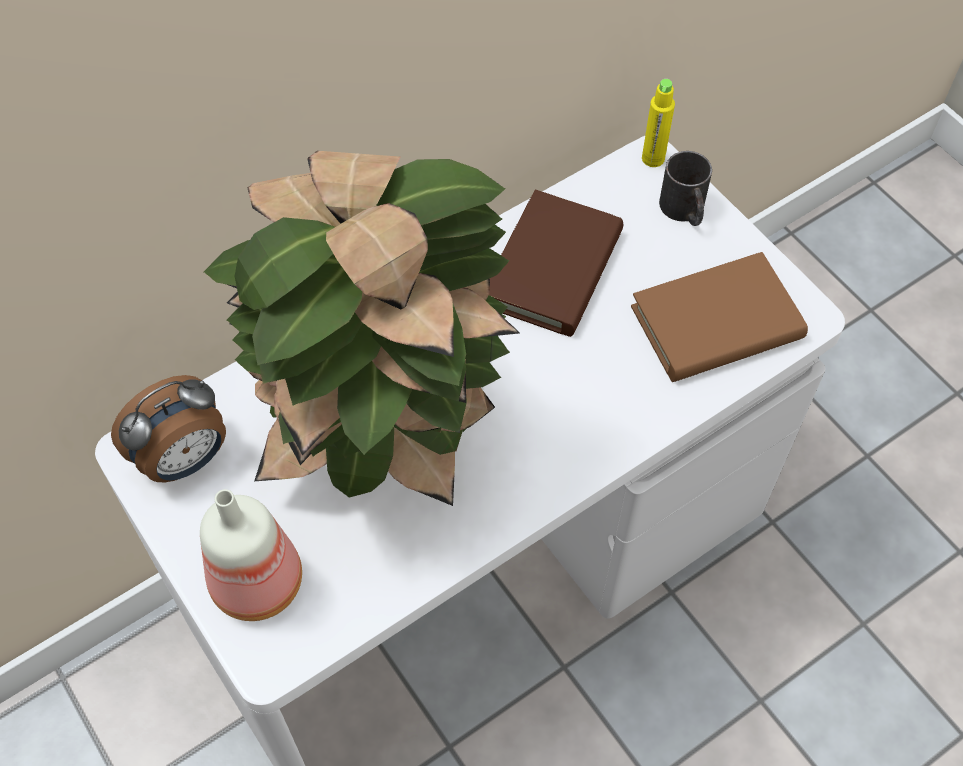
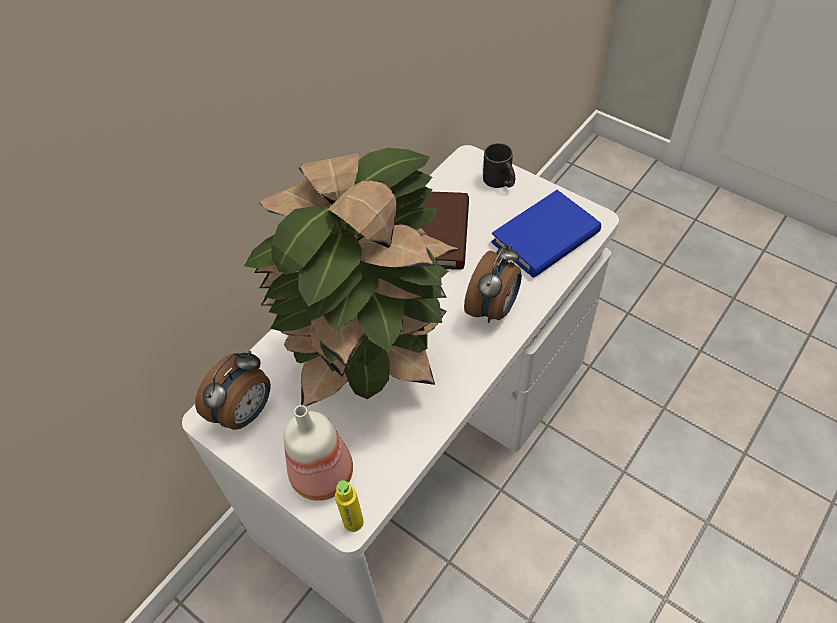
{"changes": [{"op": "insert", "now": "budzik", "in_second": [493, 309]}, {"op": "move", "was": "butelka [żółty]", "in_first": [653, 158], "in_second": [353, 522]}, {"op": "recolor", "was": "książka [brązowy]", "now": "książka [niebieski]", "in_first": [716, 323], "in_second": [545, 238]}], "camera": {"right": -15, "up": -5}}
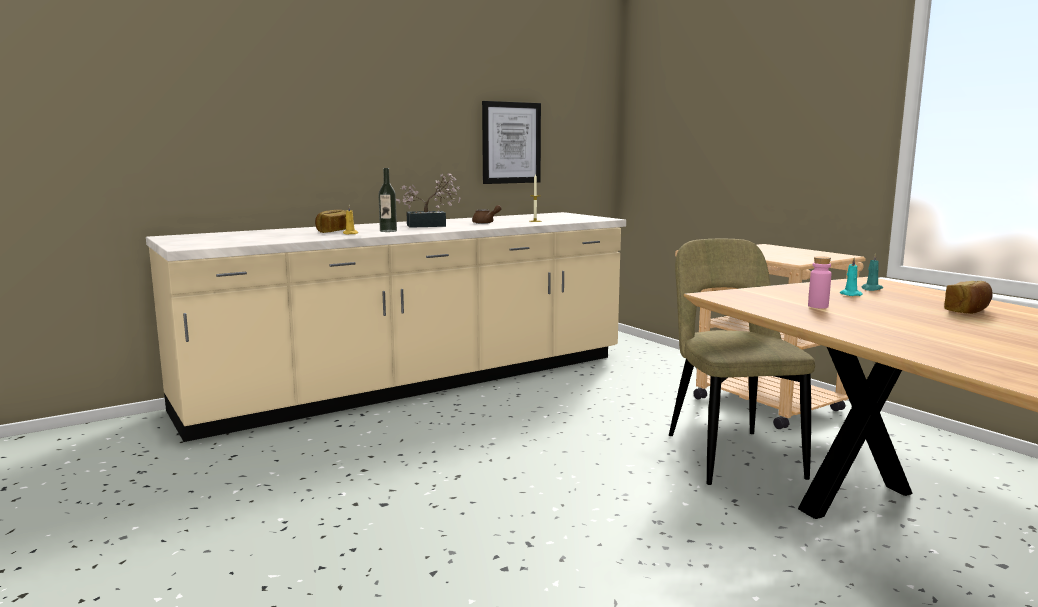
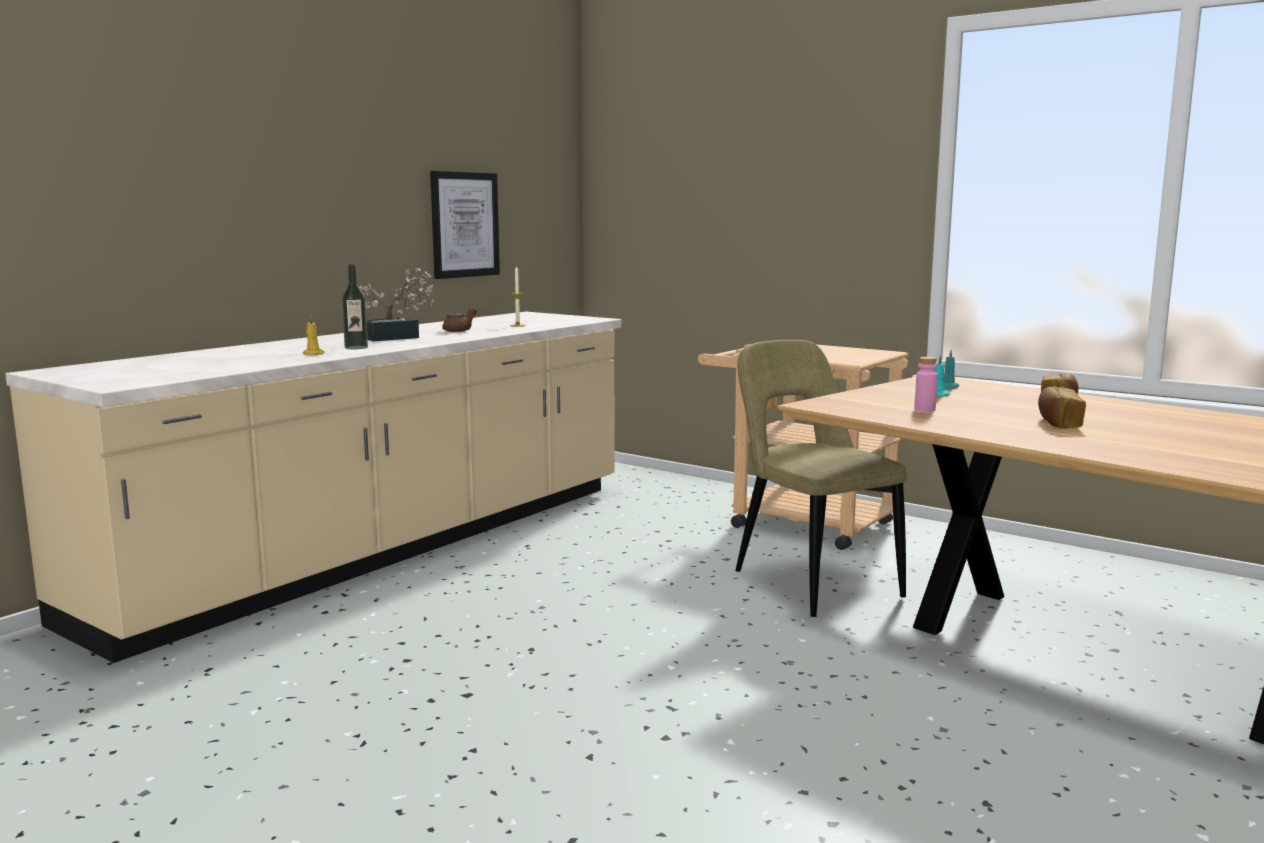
{"changes": [{"op": "move", "was": "chleb", "in_first": [334, 231], "in_second": [1058, 423]}], "camera": {"right": -20, "up": 0}}
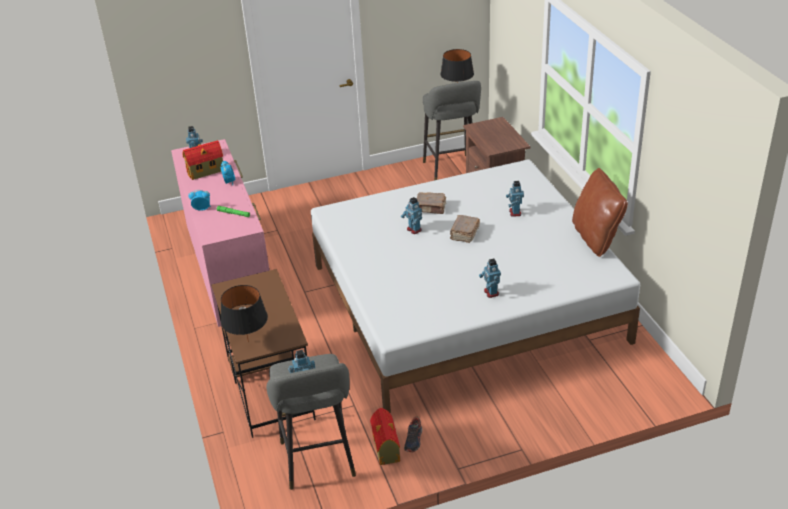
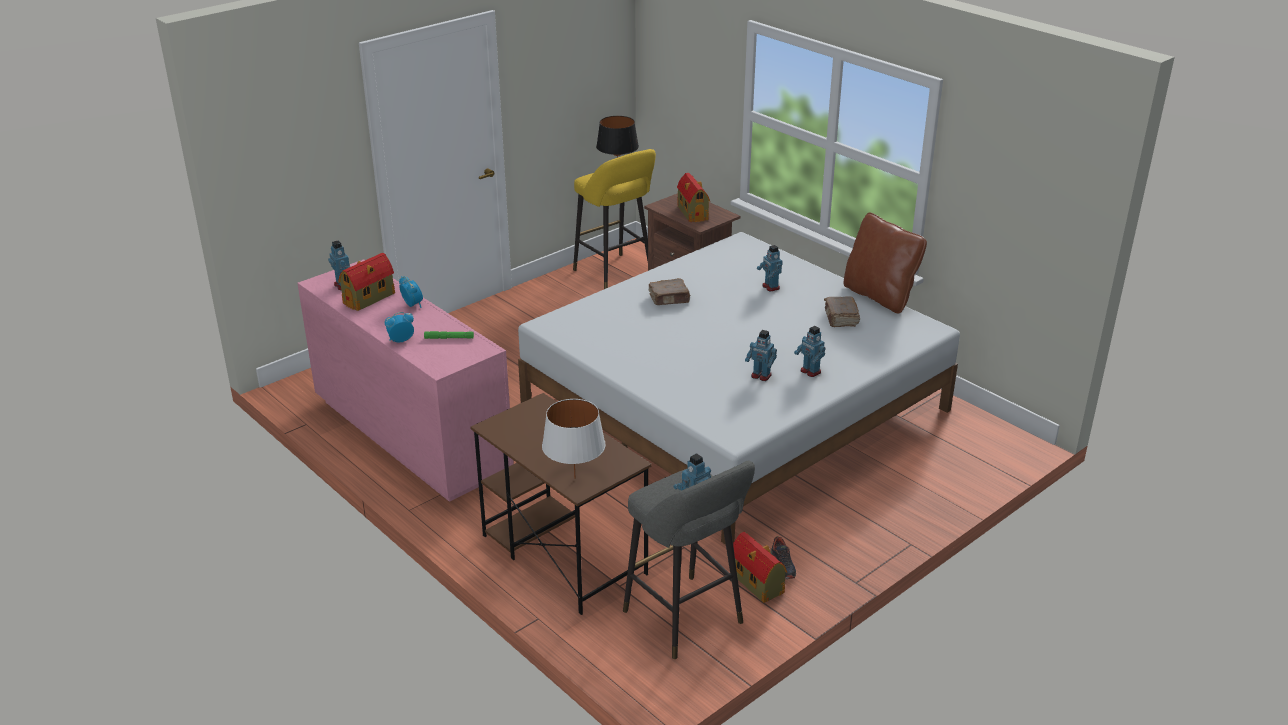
{"changes": [{"op": "insert", "now": "domek", "in_second": [692, 212]}, {"op": "move", "was": "robot zabawkowy", "in_first": [413, 230], "in_second": [761, 376]}, {"op": "move", "was": "książka [brązowy]", "in_first": [464, 234], "in_second": [840, 318]}, {"op": "recolor", "was": "lampa stołowa [czarny]", "now": "lampa stołowa [biały]", "in_first": [248, 342], "in_second": [575, 478]}, {"op": "recolor", "was": "stołek [szary]", "now": "stołek [żółty]", "in_first": [452, 171], "in_second": [616, 274]}], "camera": {"right": -25, "up": -5}}
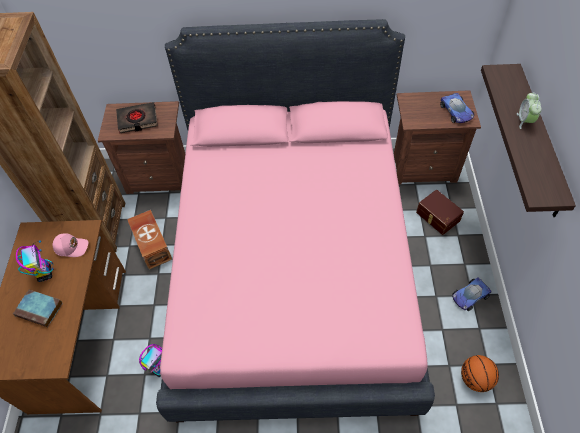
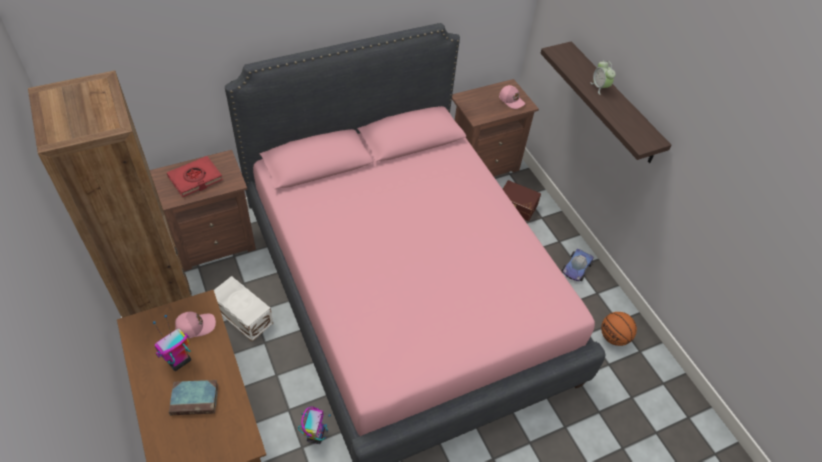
{"changes": [{"op": "replace", "was": "samochodzik", "now": "czapka z daszkiem [różowy]", "in_first": [456, 112], "in_second": [511, 100]}, {"op": "recolor", "was": "książka [czarny]", "now": "książka [czerwony]", "in_first": [137, 120], "in_second": [195, 179]}, {"op": "recolor", "was": "pojemnik do przechowywania [brązowy]", "now": "pojemnik do przechowywania [biały]", "in_first": [153, 244], "in_second": [243, 315]}, {"op": "rotate", "was": "robot zabawkowy", "in_first": [45, 273], "in_second": [179, 361], "clockwise": -90}], "camera": {"right": -30, "up": -5}}
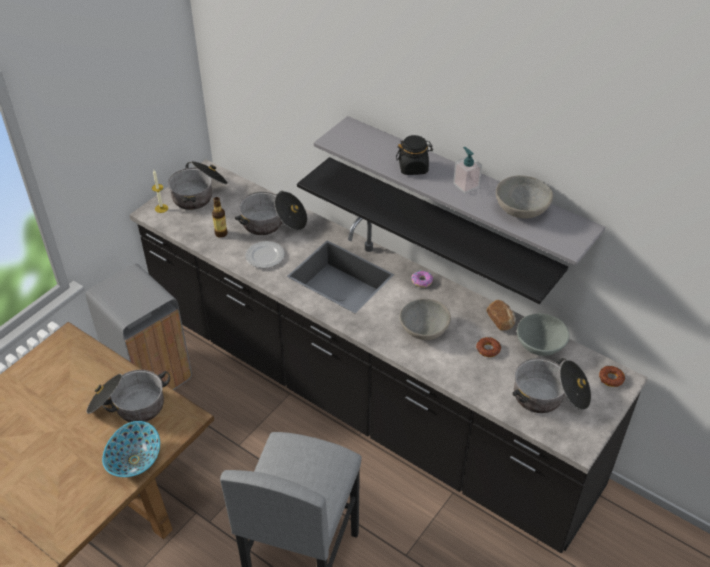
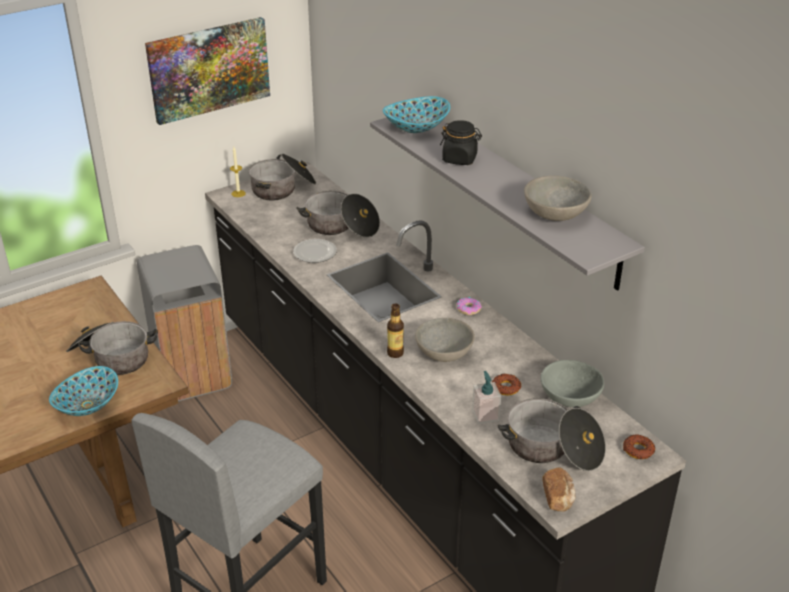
{"changes": [{"op": "delete", "was": "półka [czarny]", "in_first": [439, 226]}, {"op": "insert", "now": "obraz", "in_second": [209, 69]}, {"op": "insert", "now": "miska", "in_second": [416, 128]}, {"op": "move", "was": "butelka", "in_first": [221, 233], "in_second": [395, 353]}, {"op": "move", "was": "dozownik mydła", "in_first": [466, 185], "in_second": [485, 415]}, {"op": "move", "was": "chleb", "in_first": [501, 320], "in_second": [558, 497]}], "camera": {"right": 20, "up": -10}}
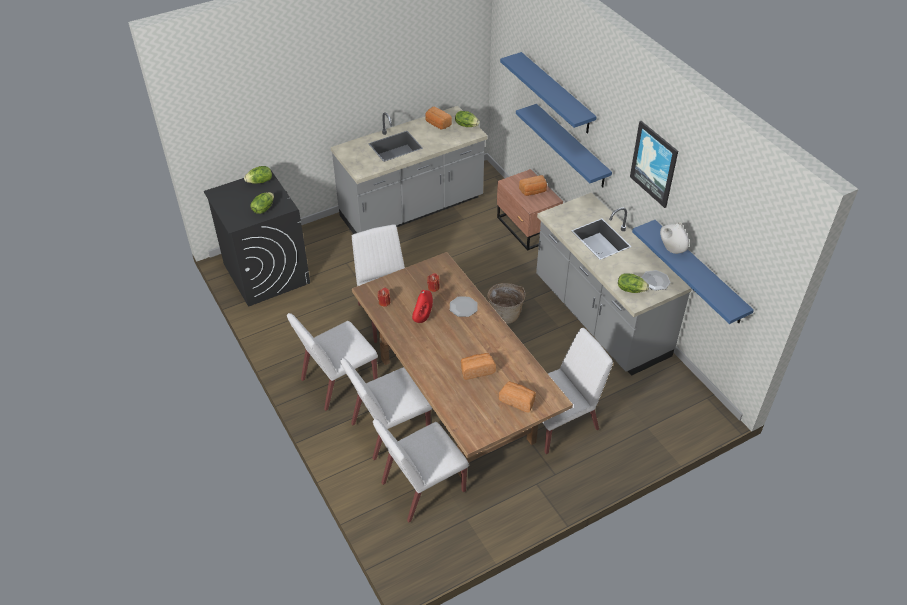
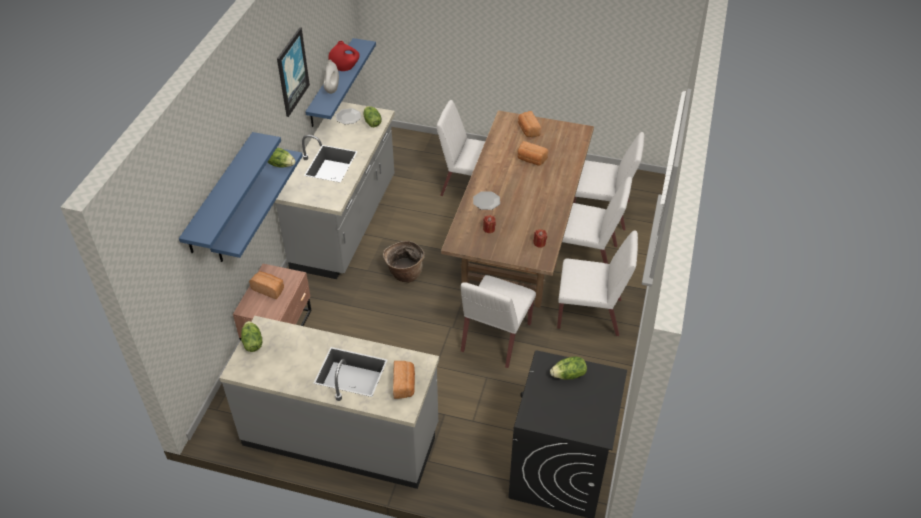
{"changes": [{"op": "move", "was": "sałata", "in_first": [260, 181], "in_second": [280, 164]}, {"op": "move", "was": "wazon [czerwony]", "in_first": [422, 317], "in_second": [345, 68]}, {"op": "move", "was": "chleb", "in_first": [437, 124], "in_second": [404, 385]}], "camera": {"right": -135, "up": 0}}
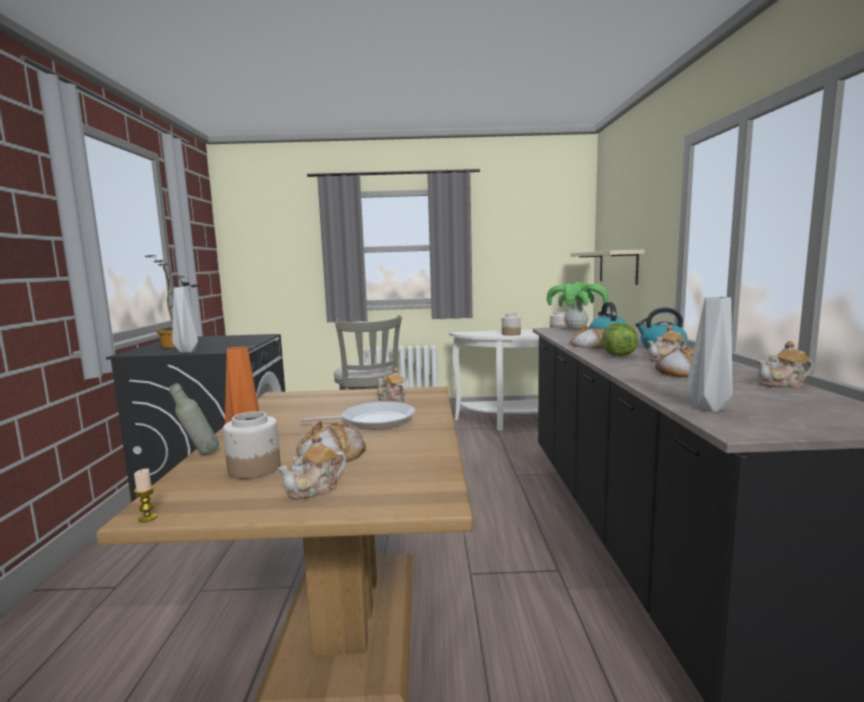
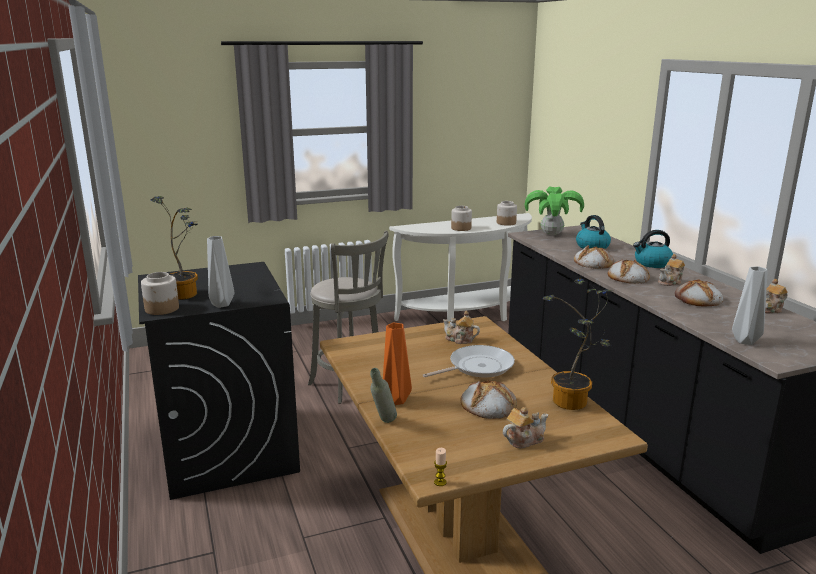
{"changes": [{"op": "delete", "was": "półka [beżowy]", "in_first": [618, 267]}, {"op": "insert", "now": "roślina doniczkowa", "in_second": [572, 404]}, {"op": "move", "was": "słoik", "in_first": [255, 468], "in_second": [162, 308]}, {"op": "replace", "was": "sałata", "now": "chleb", "in_first": [617, 354], "in_second": [628, 277]}, {"op": "rotate", "was": "imbryk", "in_first": [315, 489], "in_second": [524, 440], "clockwise": -150}], "camera": {"right": -20, "up": 10}}
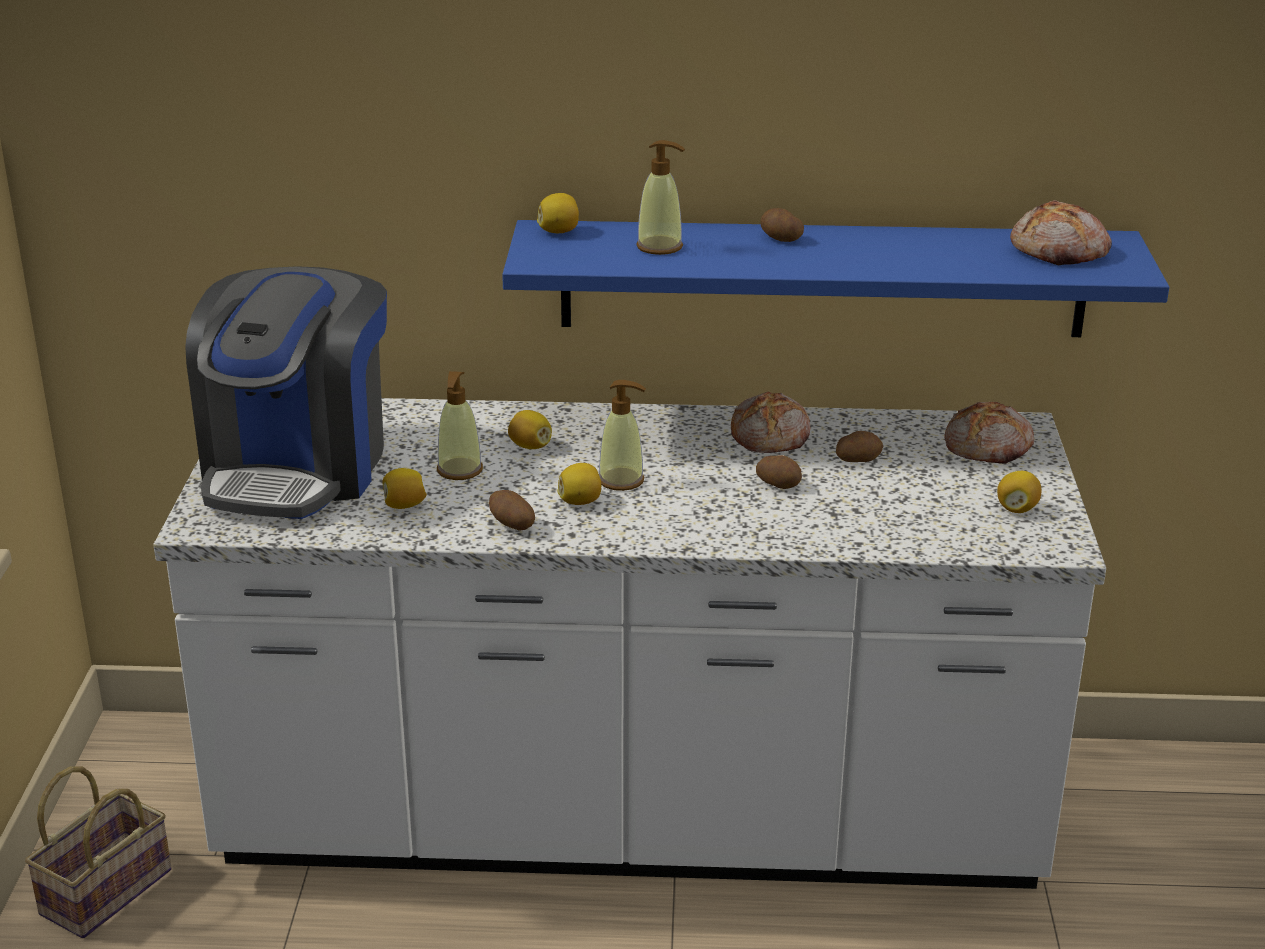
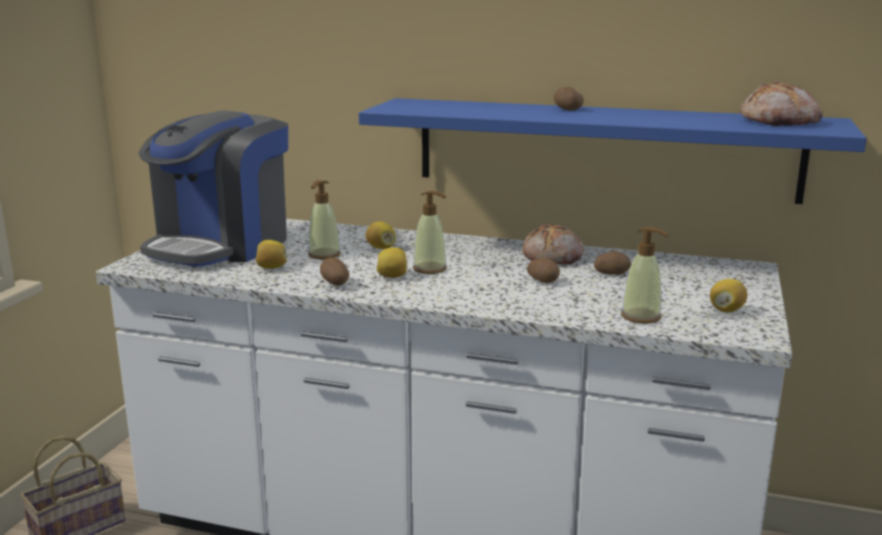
{"changes": [{"op": "delete", "was": "cytryna", "in_first": [559, 231]}, {"op": "delete", "was": "chleb", "in_first": [989, 447]}, {"op": "move", "was": "dozownik mydła", "in_first": [660, 247], "in_second": [641, 317]}], "camera": {"right": 15, "up": -10}}
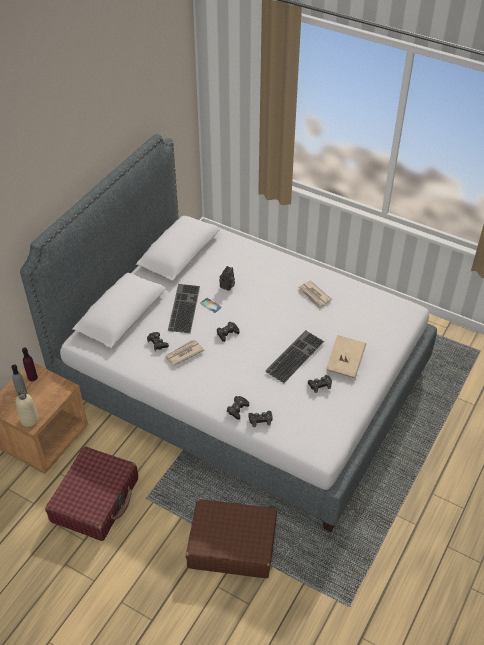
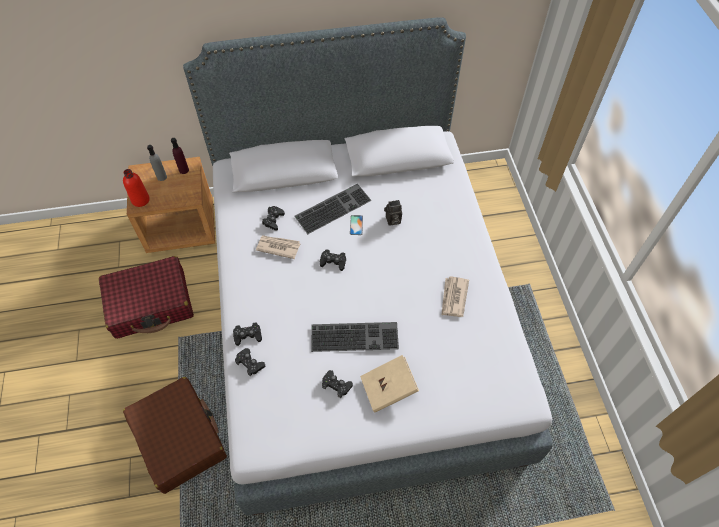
{"changes": [{"op": "recolor", "was": "butelka [beżowy]", "now": "butelka [czerwony]", "in_first": [29, 419], "in_second": [140, 200]}], "camera": {"right": 50, "up": 10}}
